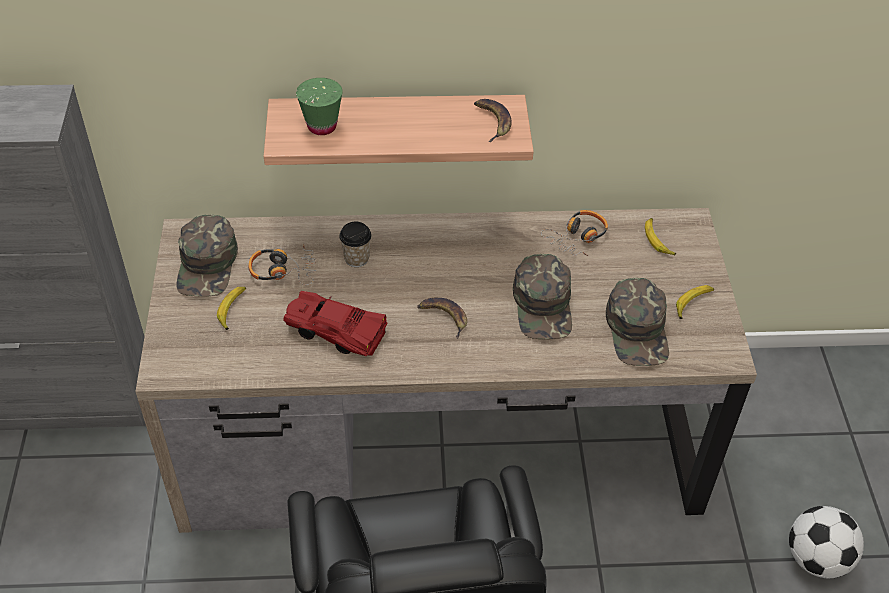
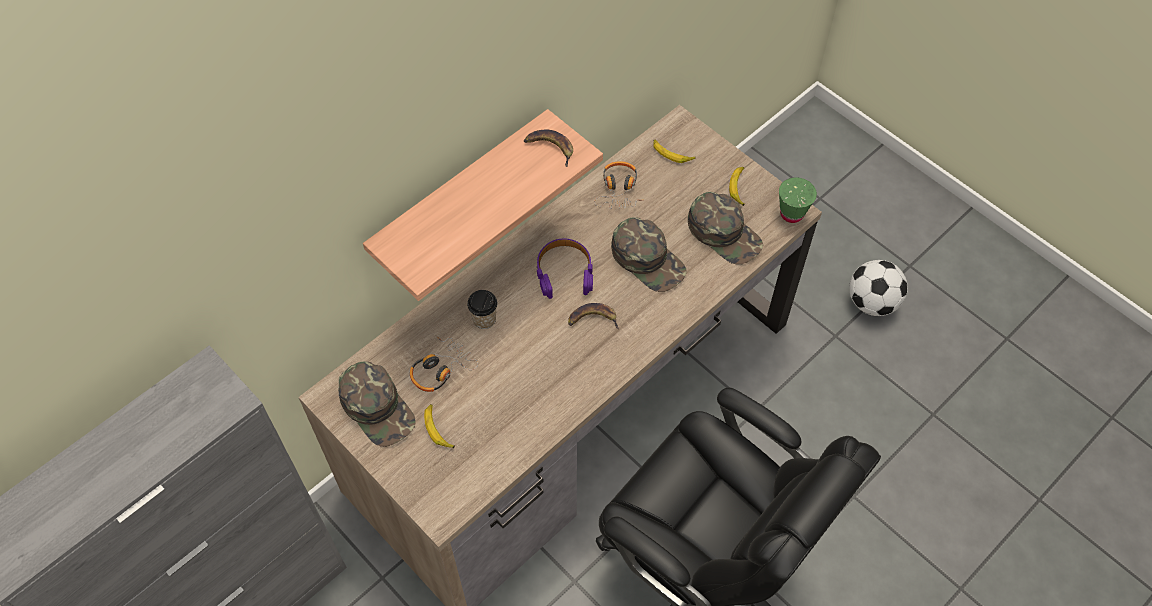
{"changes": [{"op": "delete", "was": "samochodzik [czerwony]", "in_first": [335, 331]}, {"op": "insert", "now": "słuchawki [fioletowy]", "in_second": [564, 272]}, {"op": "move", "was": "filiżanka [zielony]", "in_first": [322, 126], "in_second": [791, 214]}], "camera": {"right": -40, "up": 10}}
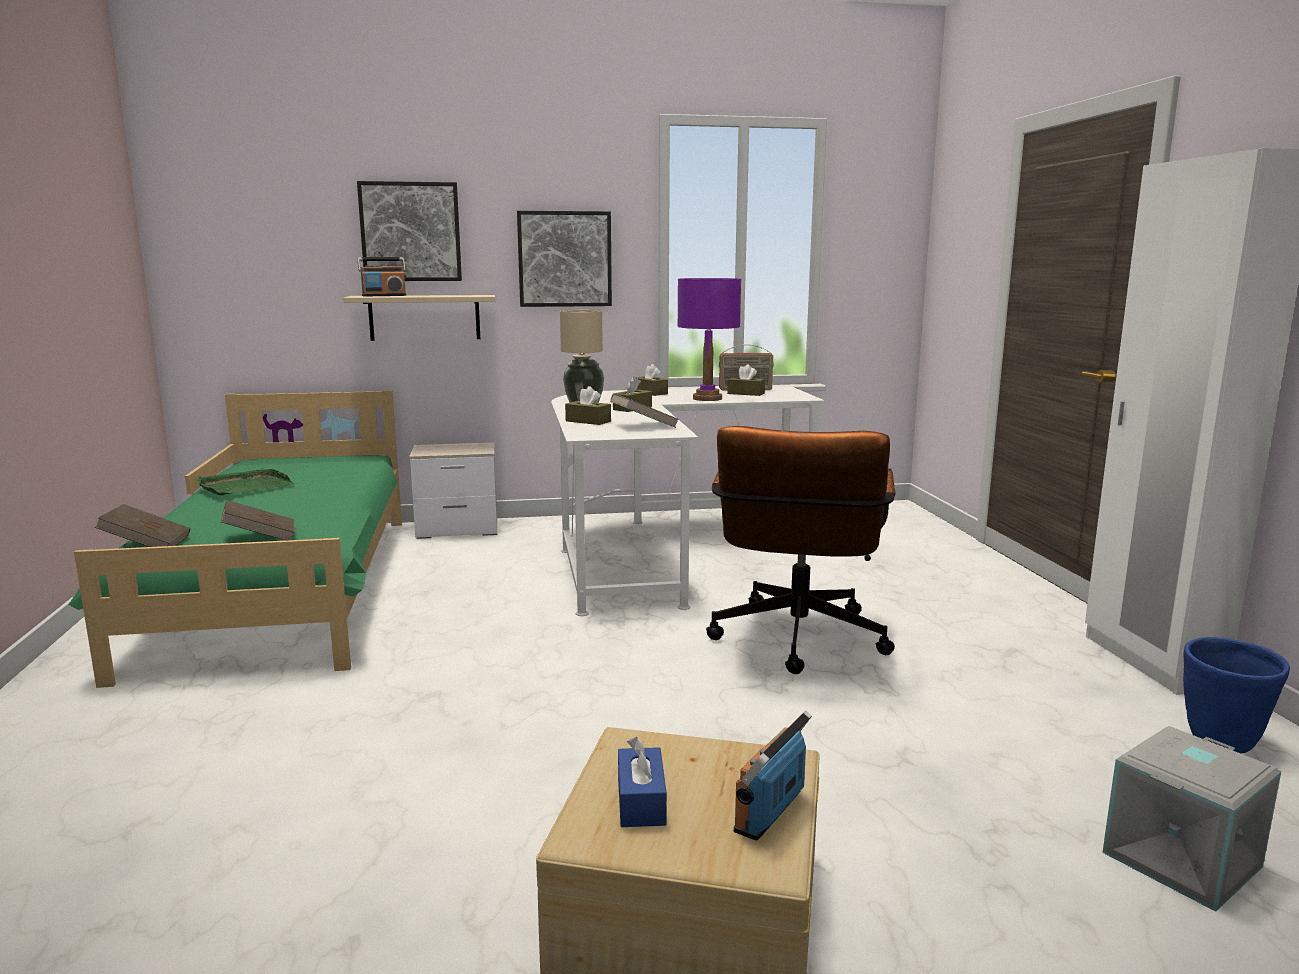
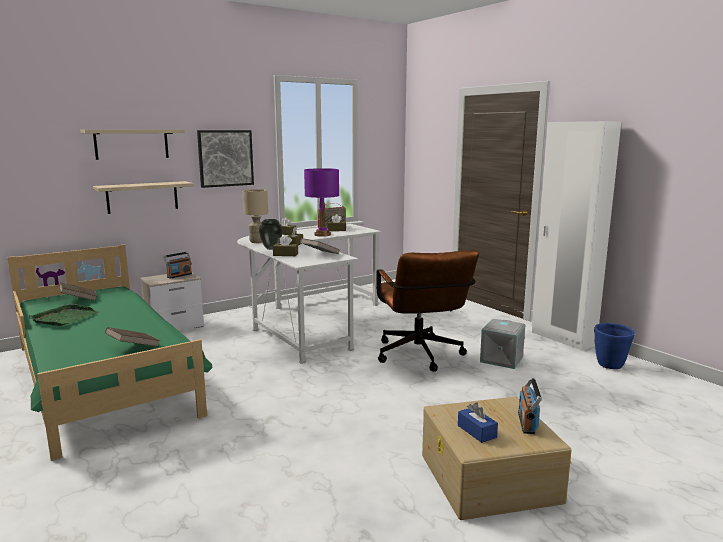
{"changes": [{"op": "move", "was": "książka [brązowy]", "in_first": [147, 545], "in_second": [79, 300]}, {"op": "move", "was": "radio", "in_first": [384, 296], "in_second": [179, 275]}, {"op": "move", "was": "pojemnik do przechowywania [szary]", "in_first": [1183, 861], "in_second": [502, 359]}, {"op": "replace", "was": "obraz", "now": "półka [beżowy]", "in_first": [410, 232], "in_second": [132, 144]}], "camera": {"right": -25, "up": 0}}
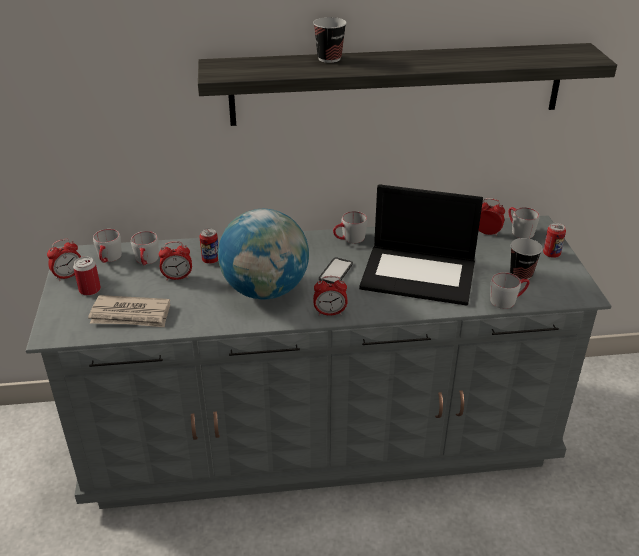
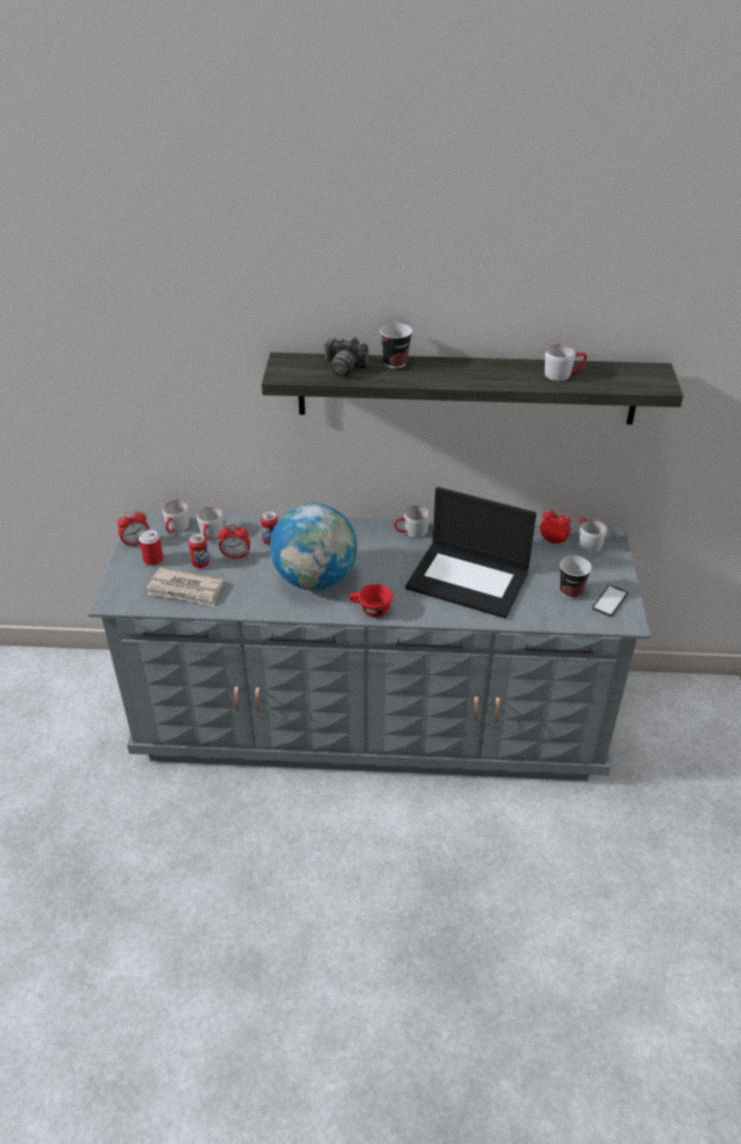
{"changes": [{"op": "insert", "now": "aparat fotograficzny", "in_second": [345, 367]}, {"op": "move", "was": "telefon", "in_first": [335, 271], "in_second": [610, 601]}, {"op": "move", "was": "kubek [szary]", "in_first": [508, 300], "in_second": [563, 374]}, {"op": "move", "was": "puszka", "in_first": [551, 254], "in_second": [200, 564]}, {"op": "replace", "was": "budzik", "now": "filiżanka [czerwony]", "in_first": [330, 313], "in_second": [370, 610]}], "camera": {"right": 10, "up": 5}}
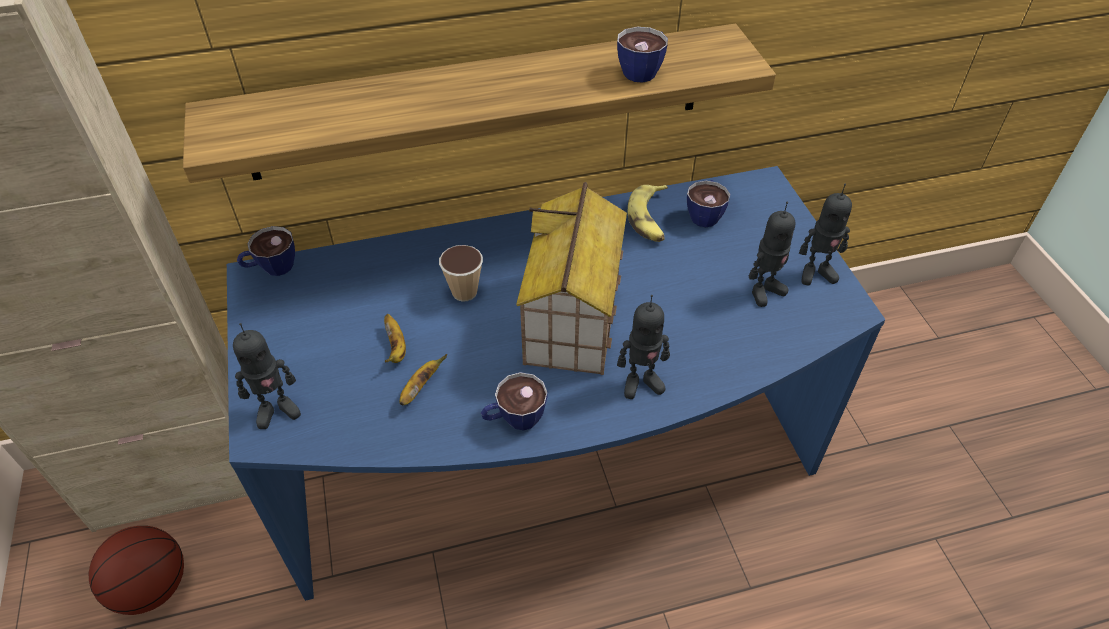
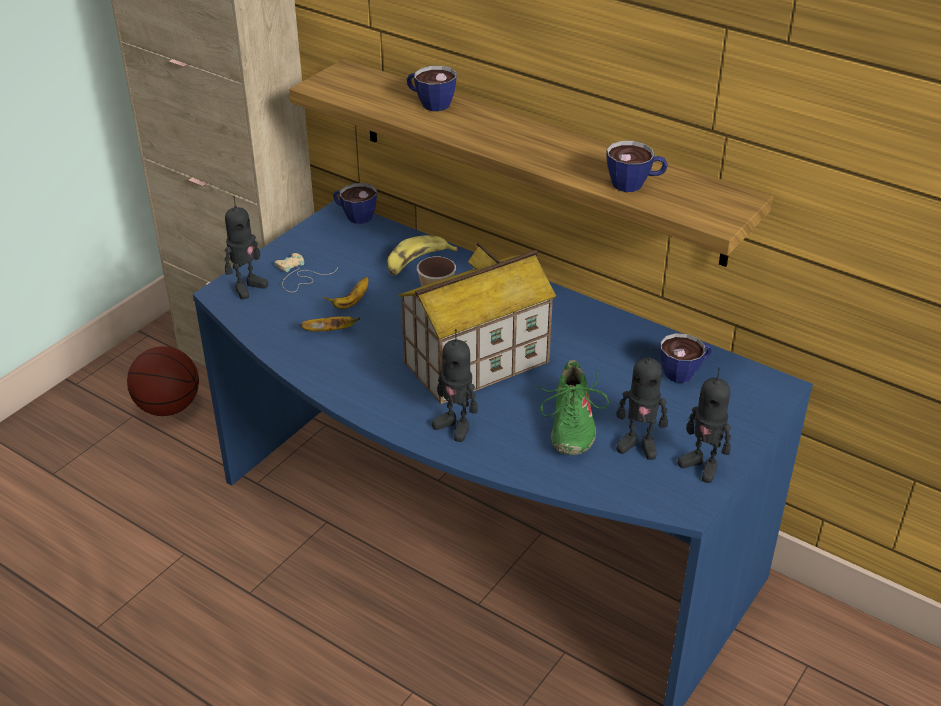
{"changes": [{"op": "insert", "now": "pad do gier [beżowy]", "in_second": [299, 276]}, {"op": "insert", "now": "but [zielony]", "in_second": [570, 424]}, {"op": "move", "was": "filiżanka", "in_first": [514, 419], "in_second": [430, 103]}, {"op": "move", "was": "banan", "in_first": [650, 219], "in_second": [417, 263]}, {"op": "rotate", "was": "robot zabawkowy", "in_first": [277, 410], "in_second": [247, 287], "clockwise": -75}], "camera": {"right": 50, "up": -10}}
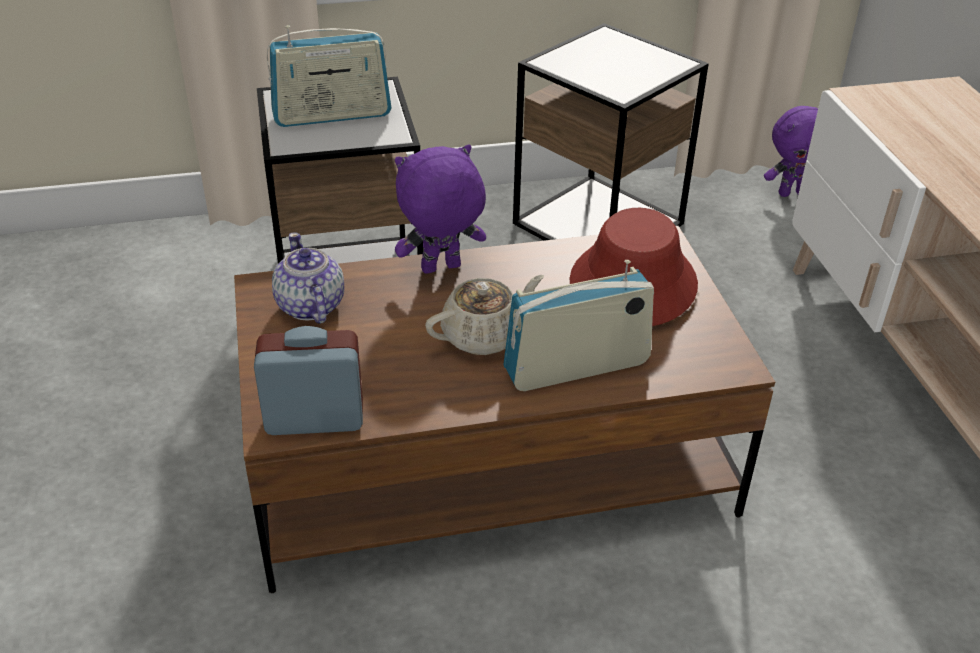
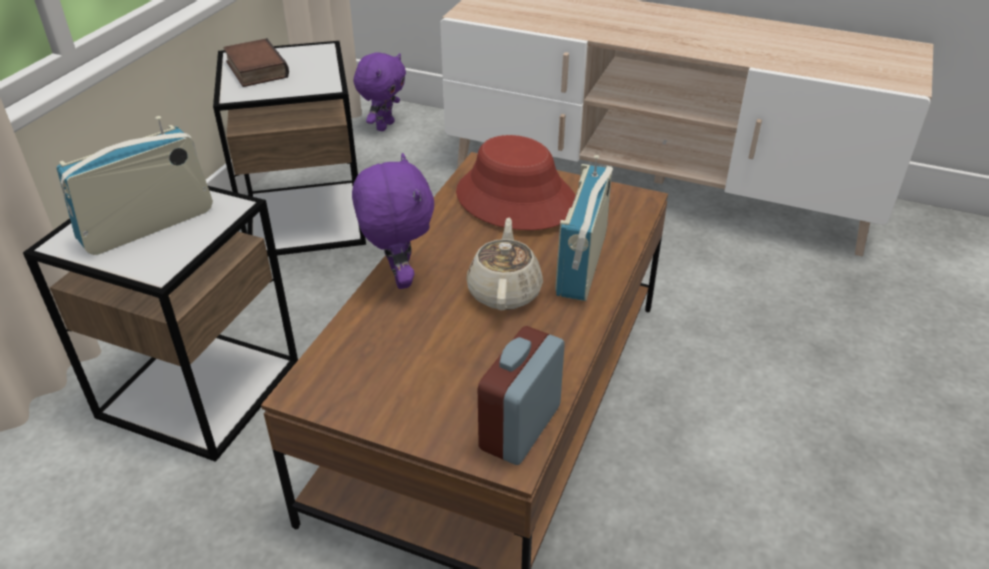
{"changes": [{"op": "delete", "was": "imbryk", "in_first": [310, 306]}, {"op": "insert", "now": "książka", "in_second": [254, 69]}, {"op": "rotate", "was": "radio", "in_first": [332, 115], "in_second": [148, 226], "clockwise": -150}, {"op": "rotate", "was": "pluszak [fioletowy]", "in_first": [441, 269], "in_second": [398, 278], "clockwise": 150}], "camera": {"right": -55, "up": 0}}
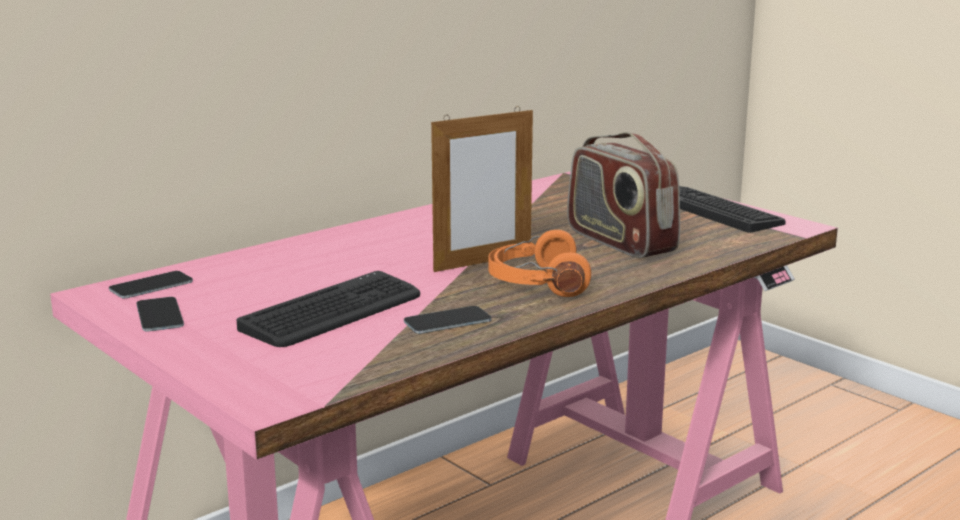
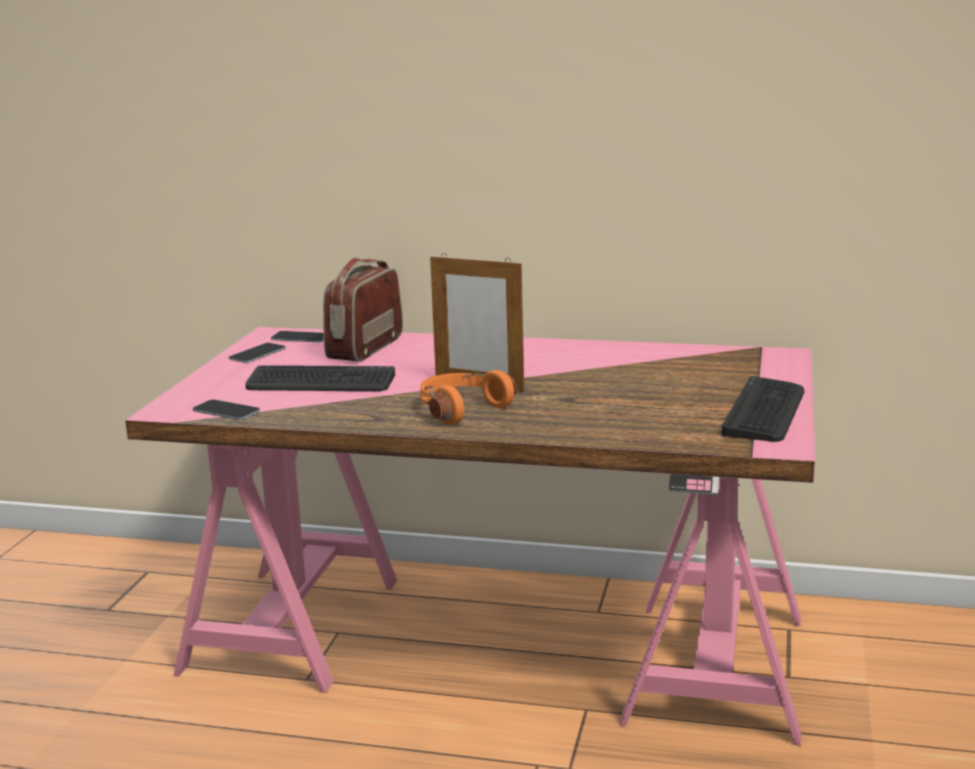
{"changes": [{"op": "move", "was": "telefon", "in_first": [447, 321], "in_second": [226, 411]}, {"op": "move", "was": "radio", "in_first": [619, 242], "in_second": [364, 348]}], "camera": {"right": 55, "up": 0}}
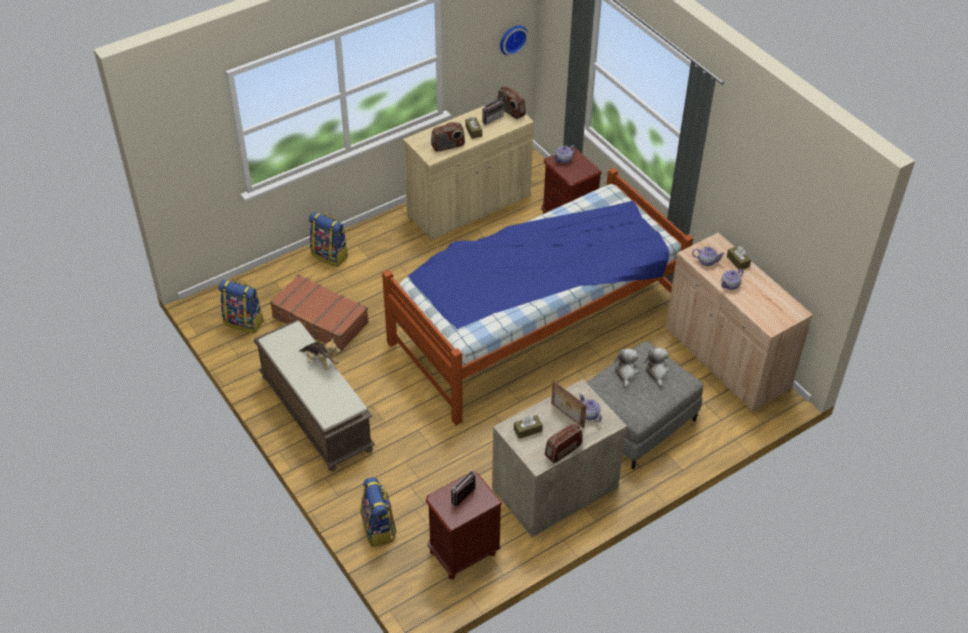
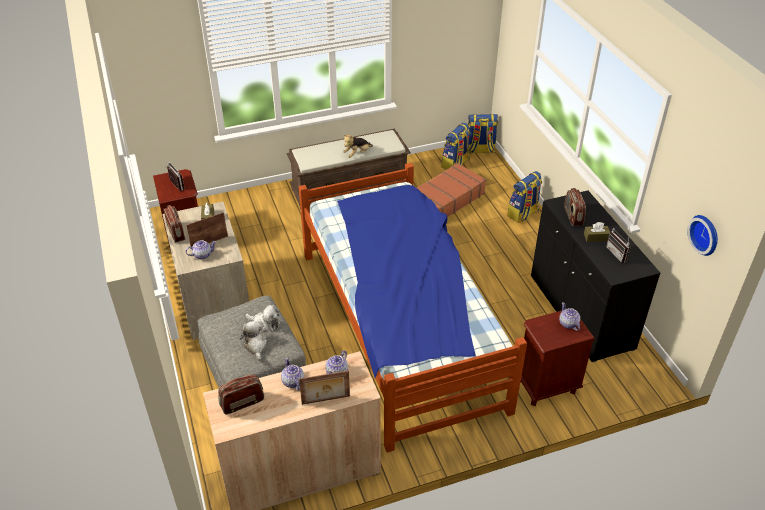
{"changes": [{"op": "move", "was": "plecak", "in_first": [379, 528], "in_second": [480, 150]}, {"op": "move", "was": "radio", "in_first": [511, 111], "in_second": [242, 402]}, {"op": "replace", "was": "pudełko chusteczek [brązowy]", "now": "ramka na zdjęcie", "in_first": [738, 261], "in_second": [326, 400]}, {"op": "recolor", "was": "szafka [beżowy]", "now": "szafka [czarny]", "in_first": [469, 206], "in_second": [580, 312]}, {"op": "rotate", "was": "pluszak", "in_first": [657, 372], "in_second": [255, 346], "clockwise": -120}], "camera": {"right": 105, "up": -5}}
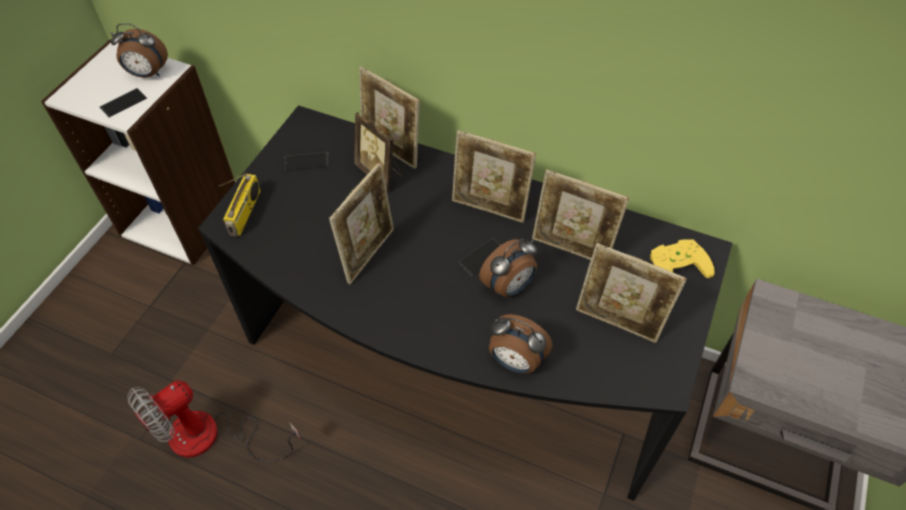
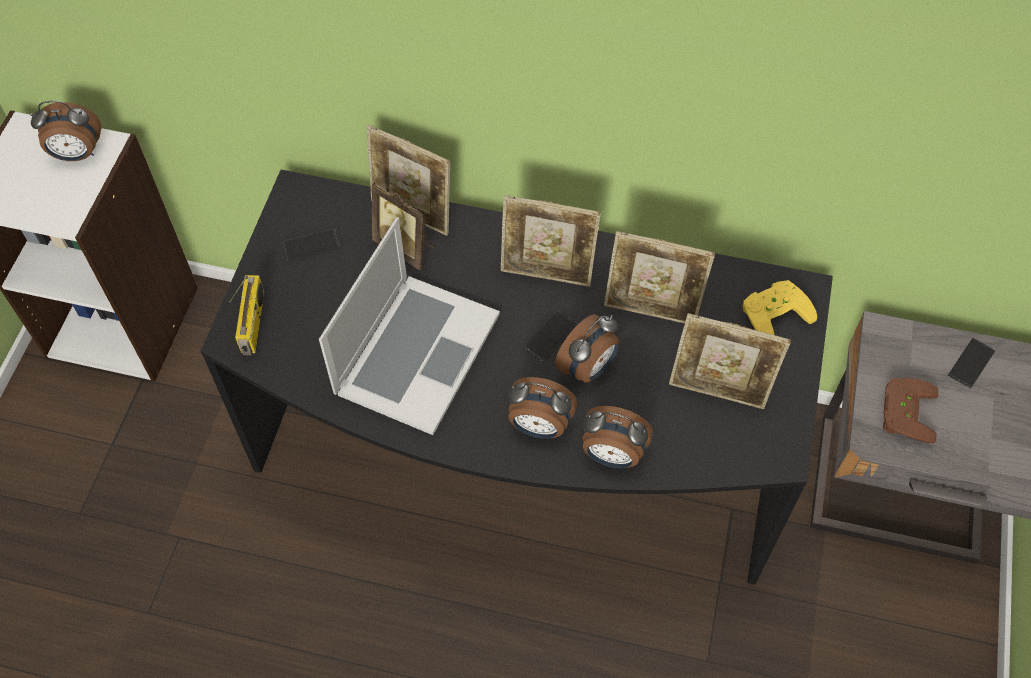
{"changes": [{"op": "delete", "was": "wentylator", "in_first": [211, 437]}, {"op": "insert", "now": "budzik", "in_second": [539, 426]}, {"op": "insert", "now": "pad do gier [brązowy]", "in_second": [903, 411]}, {"op": "move", "was": "telefon", "in_first": [123, 103], "in_second": [971, 363]}, {"op": "replace", "was": "ramka na zdjęcie", "now": "laptop", "in_first": [368, 253], "in_second": [416, 352]}], "camera": {"right": -10, "up": 5}}
